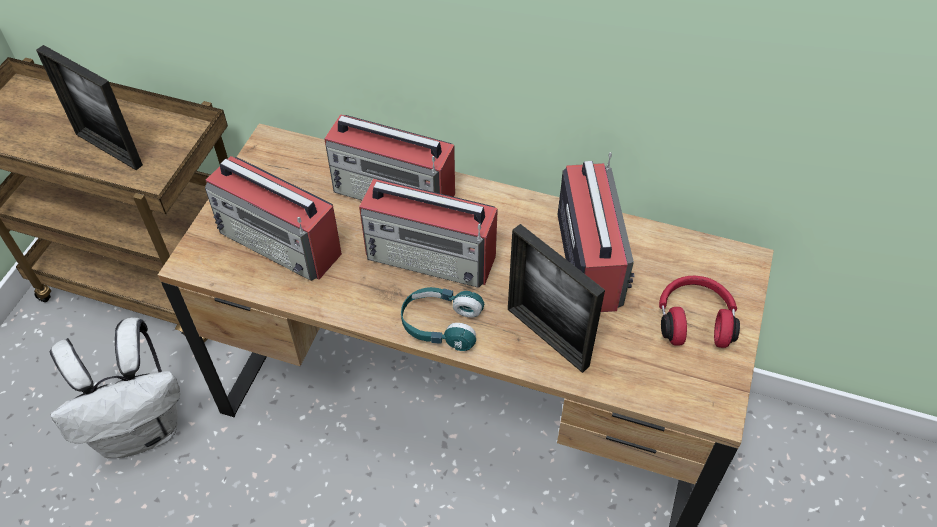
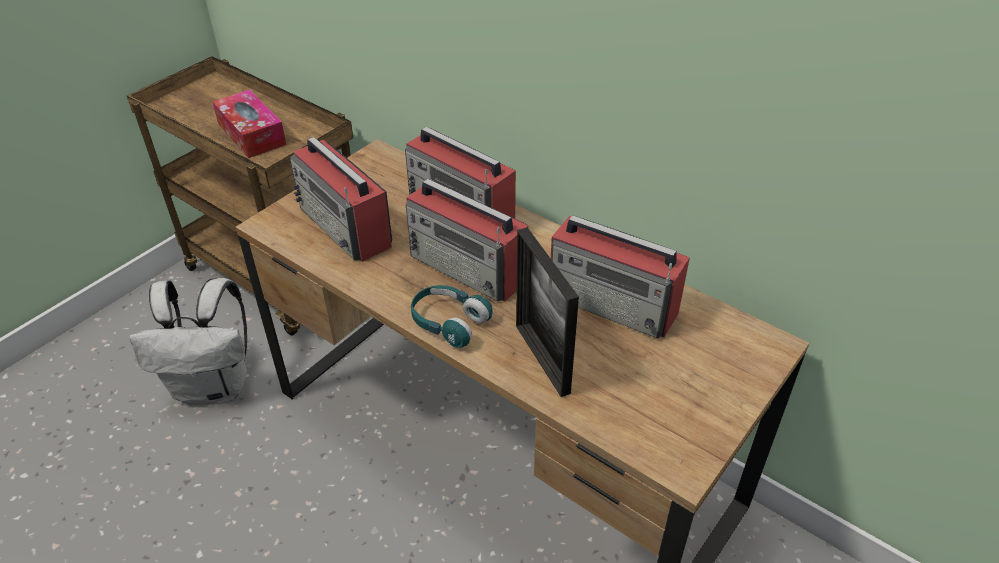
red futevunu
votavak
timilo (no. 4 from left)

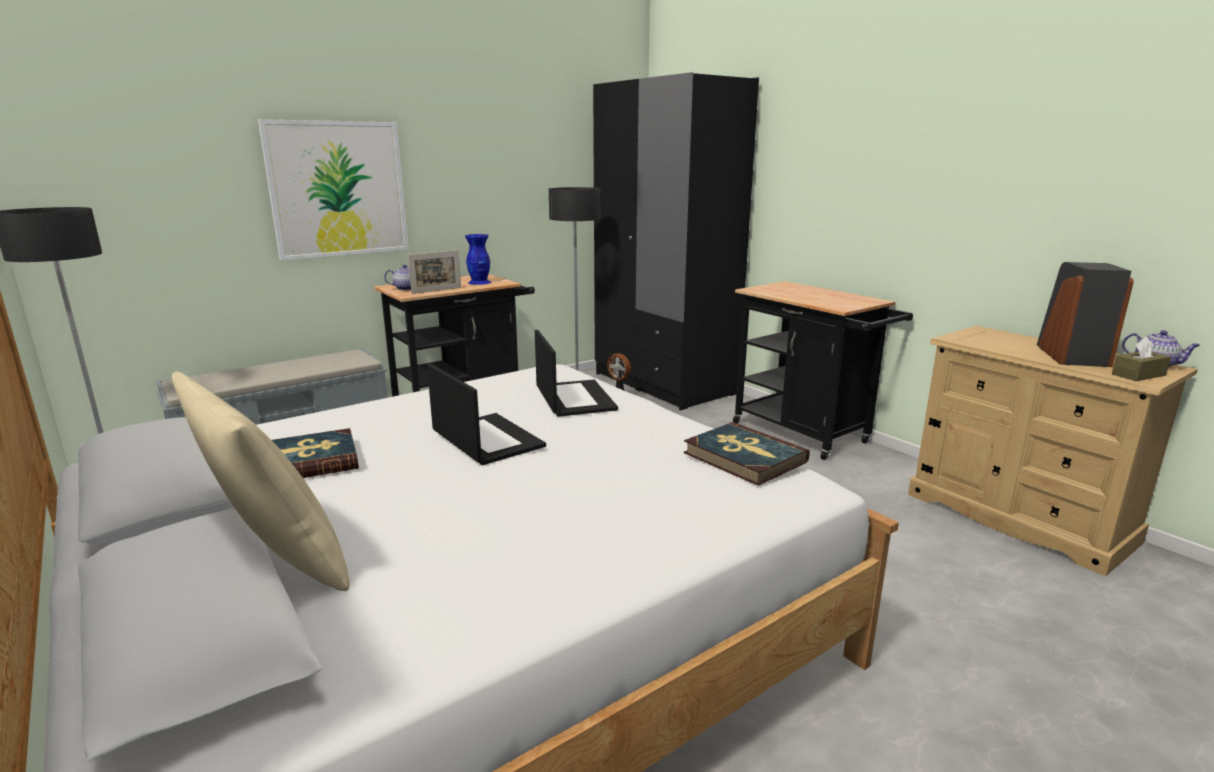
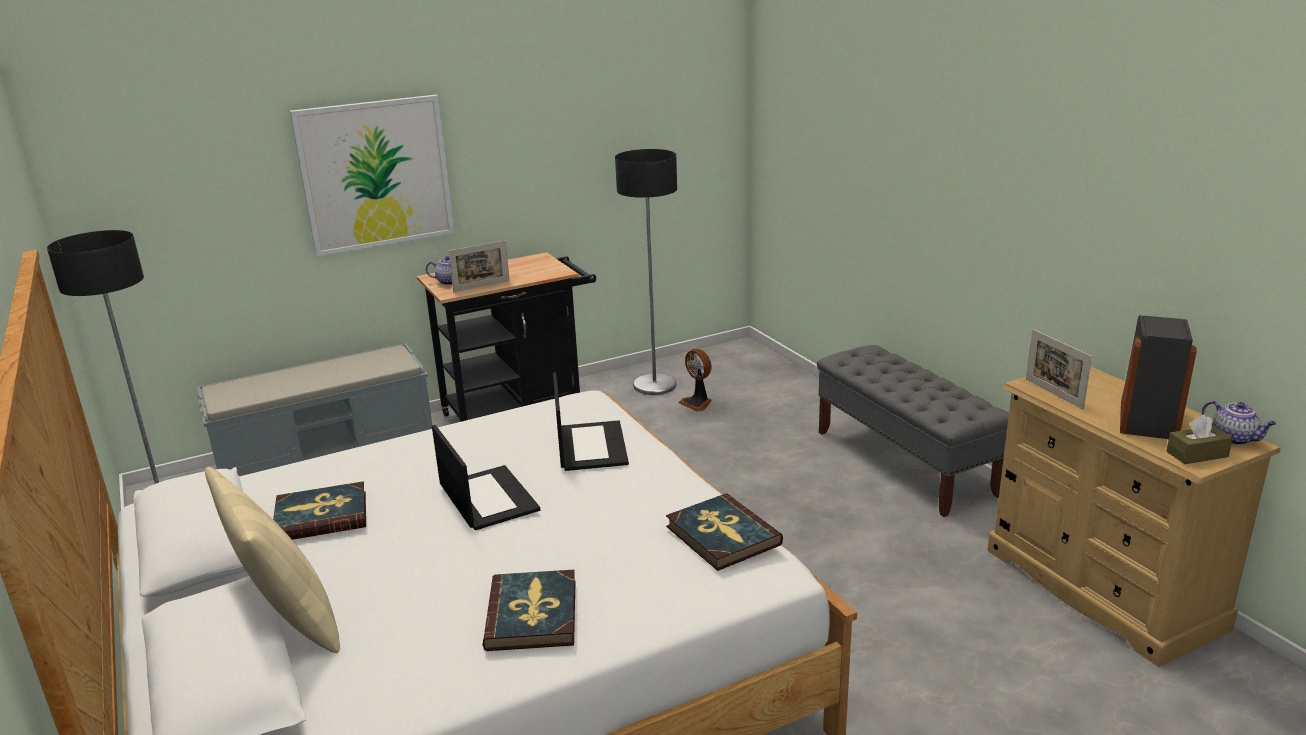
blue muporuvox
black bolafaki
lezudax (no. 2 from left)
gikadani (no. 2 from left)
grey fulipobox (no. 2 from left)

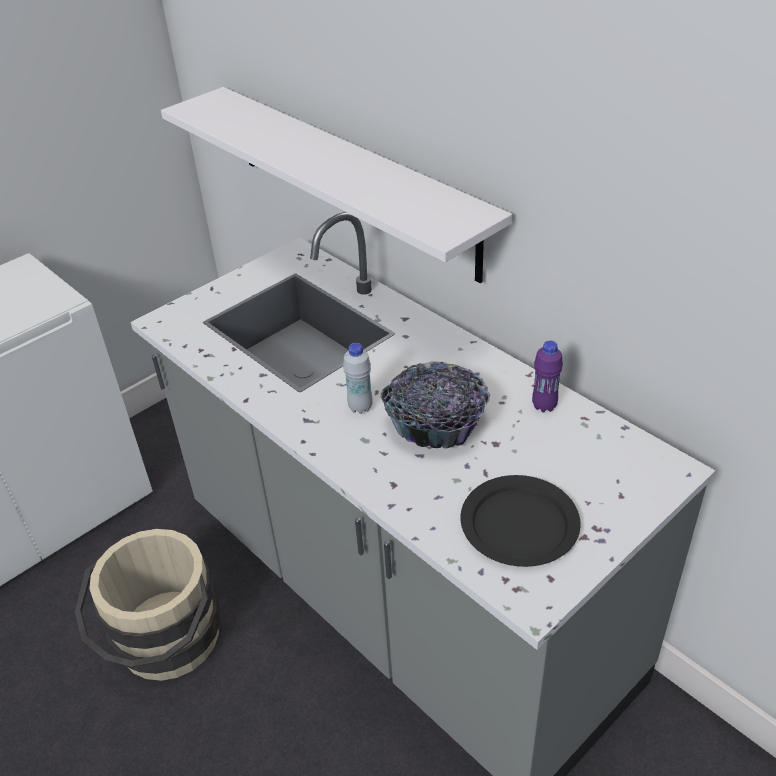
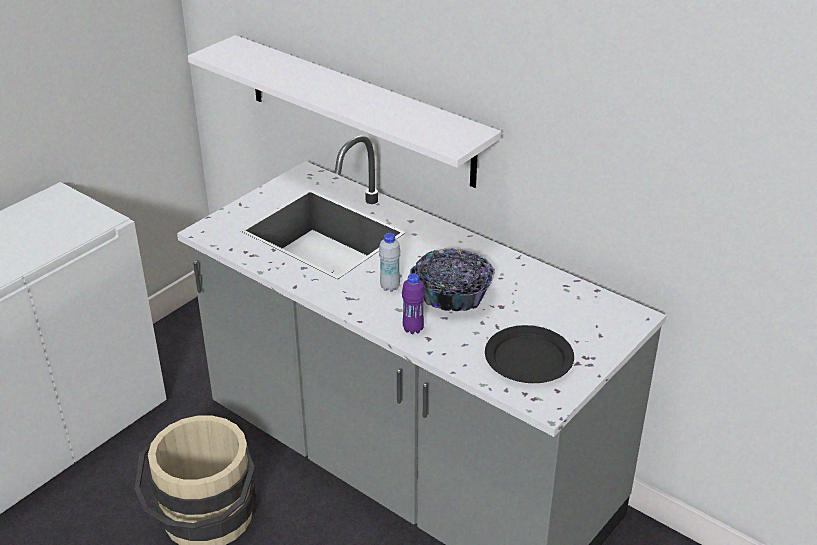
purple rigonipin

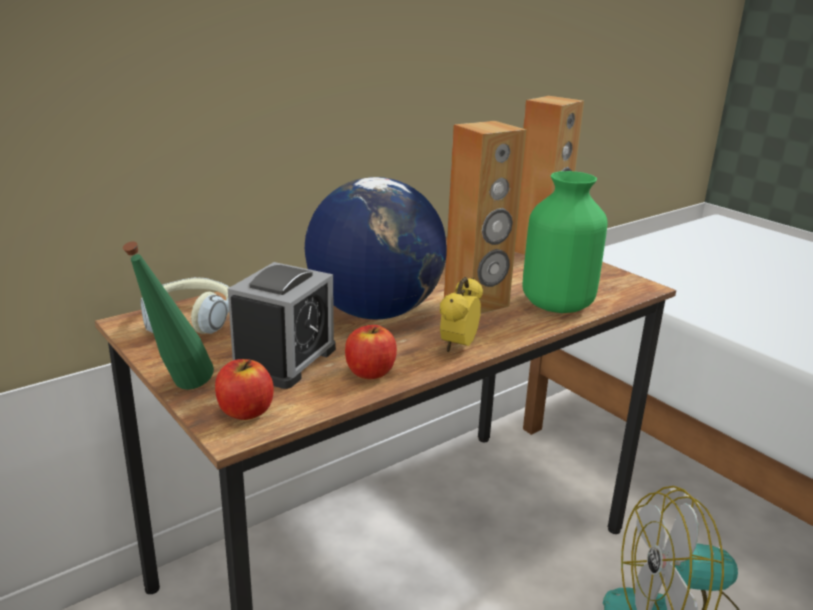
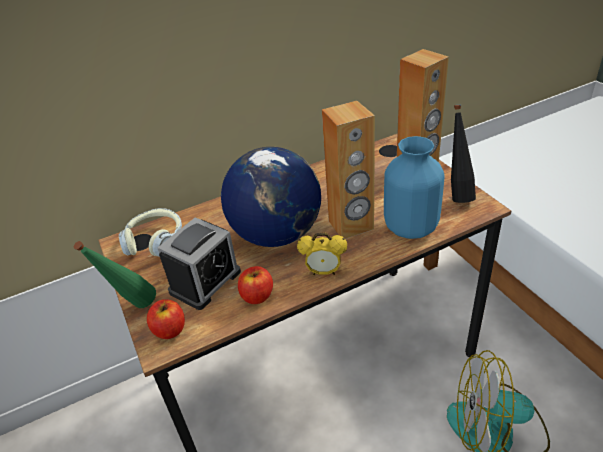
black rigonipin
blue muporuvox
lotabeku (no. 2 from left)

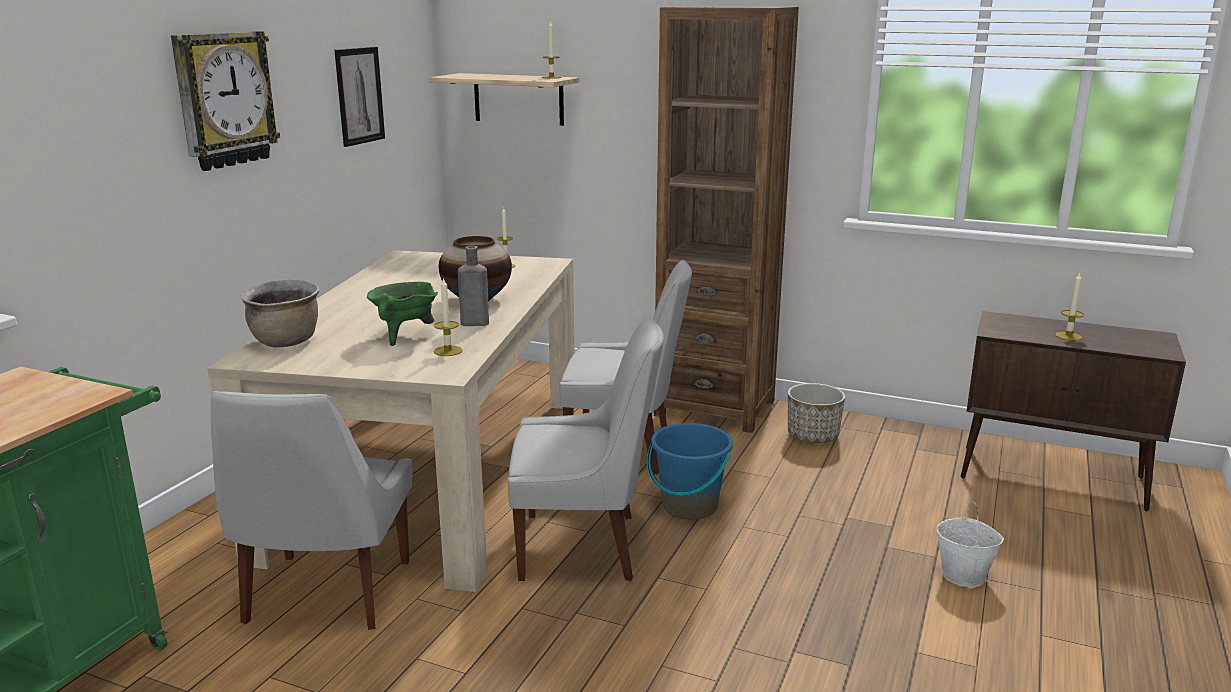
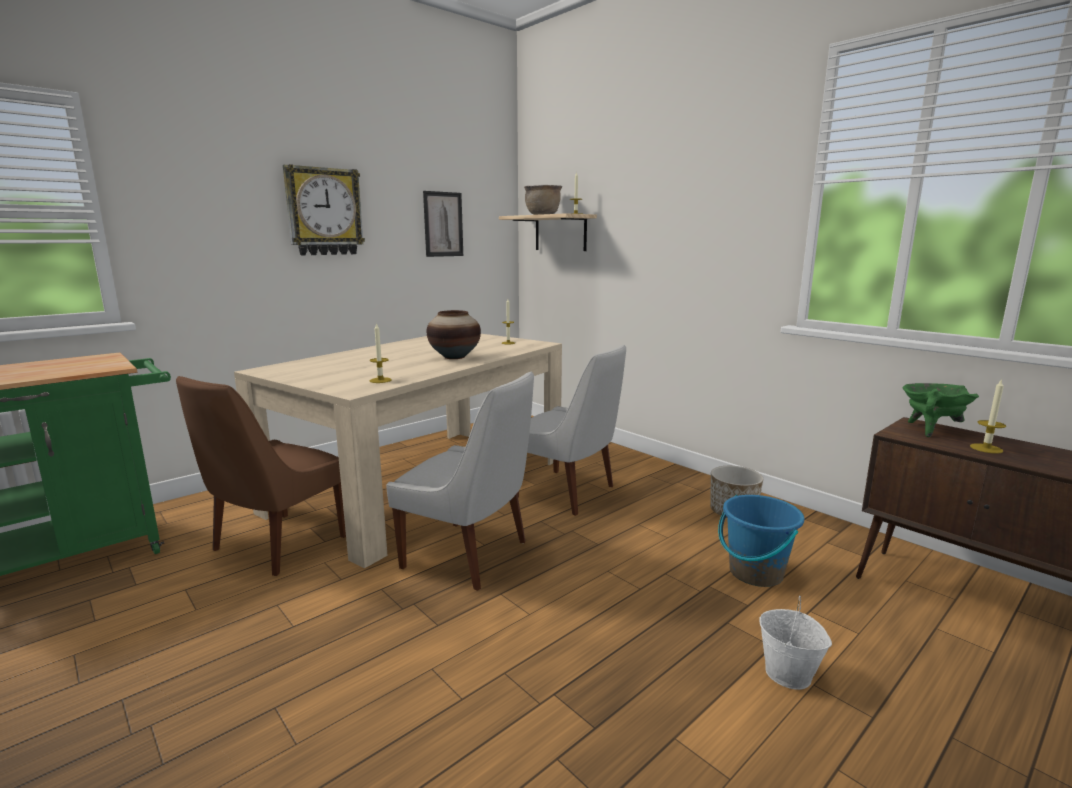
grey rigonipin
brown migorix
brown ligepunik
green ligepunik
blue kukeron
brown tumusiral

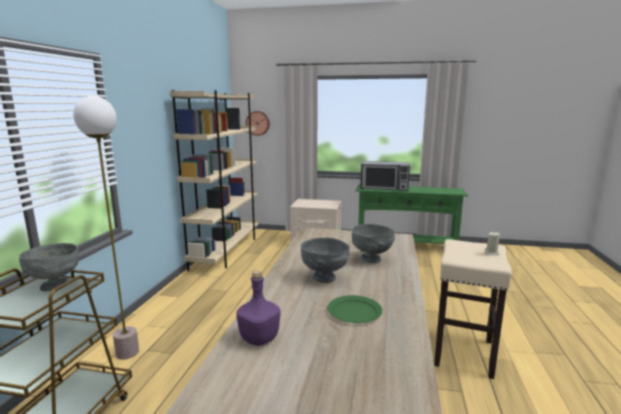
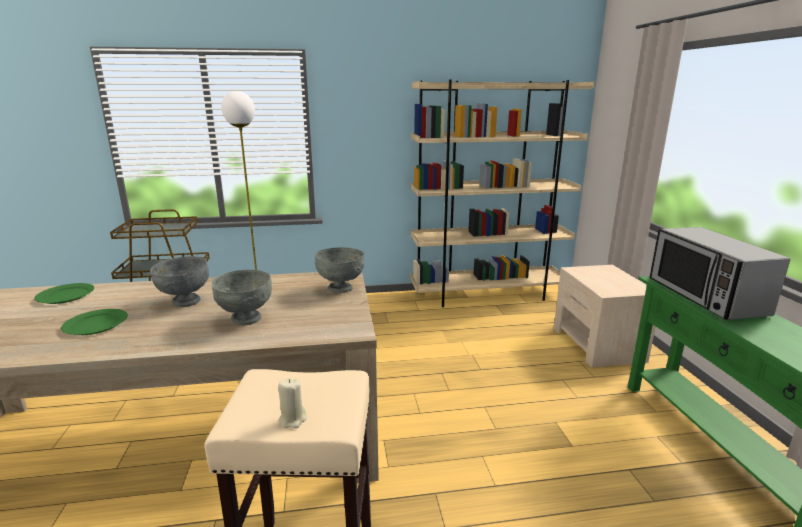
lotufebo
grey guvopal (no. 3 from left)
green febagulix (no. 1 from left)

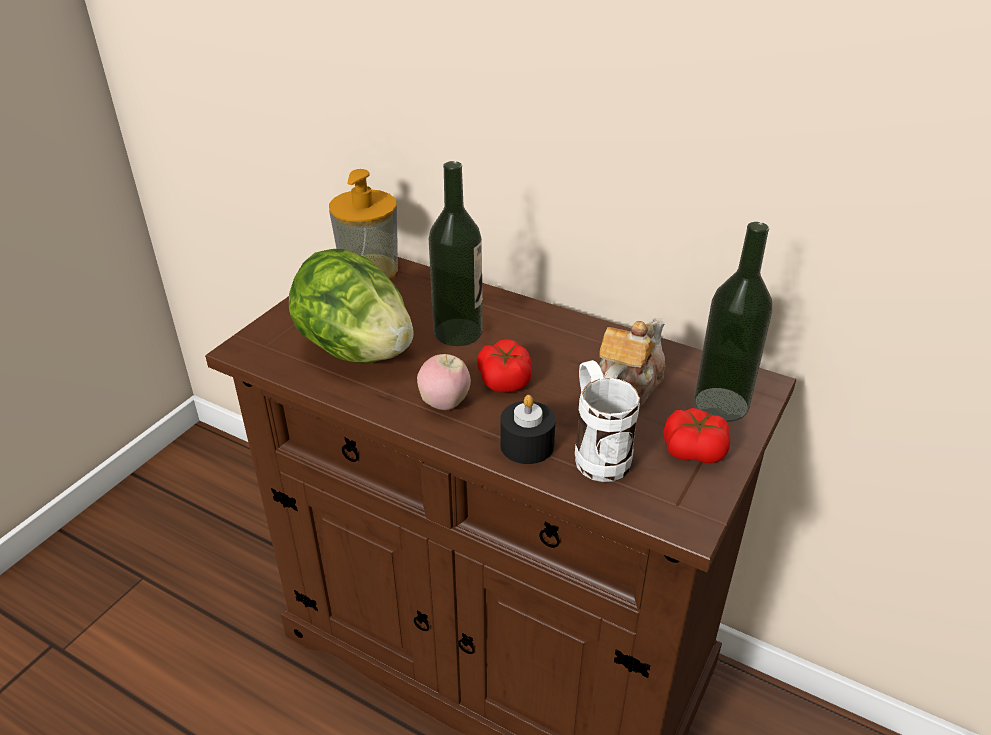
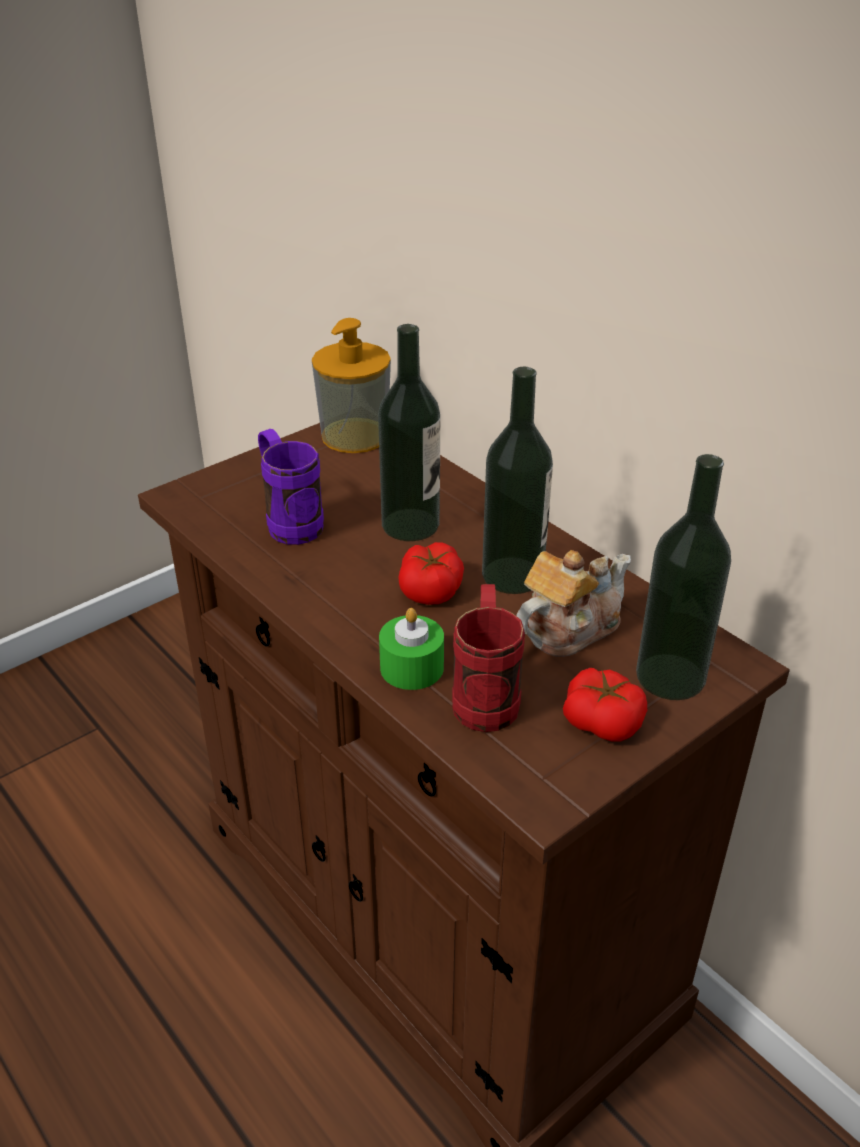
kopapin
rigonipin (no. 2 from left)
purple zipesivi
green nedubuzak
red zipesivi

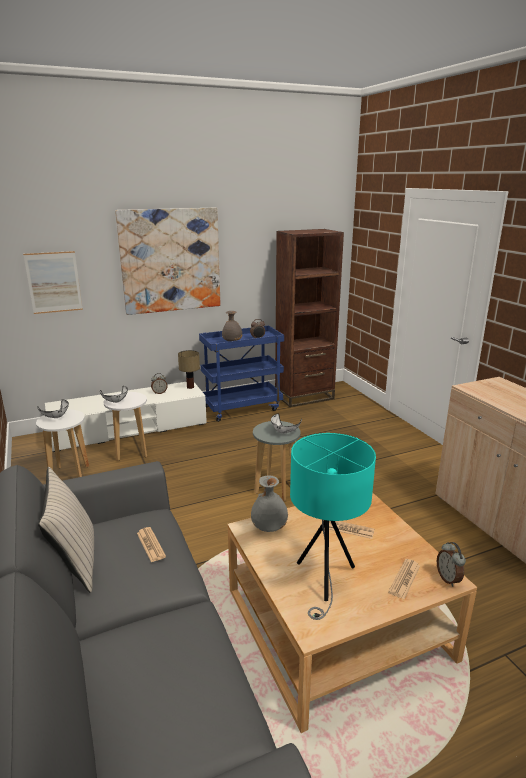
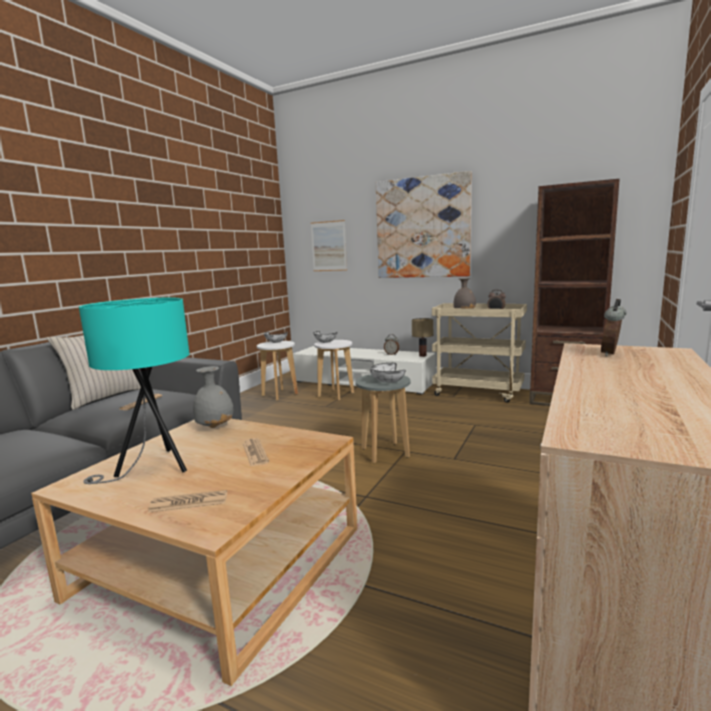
lotabeku (no. 3 from left)
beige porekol

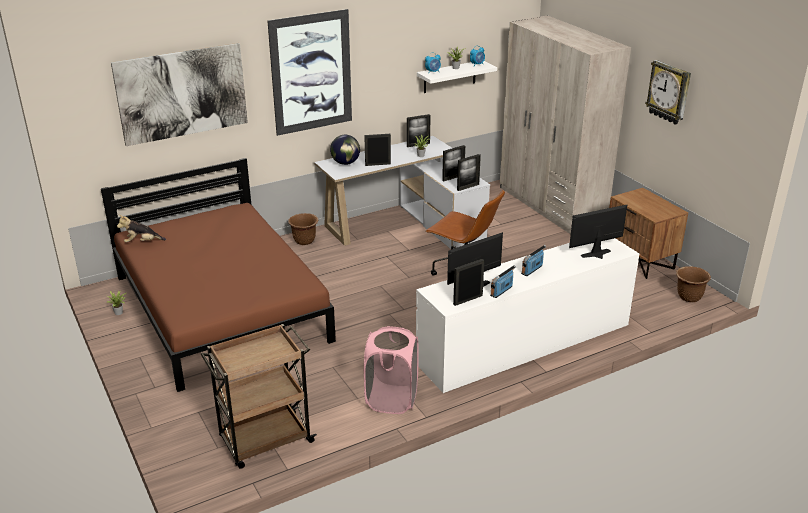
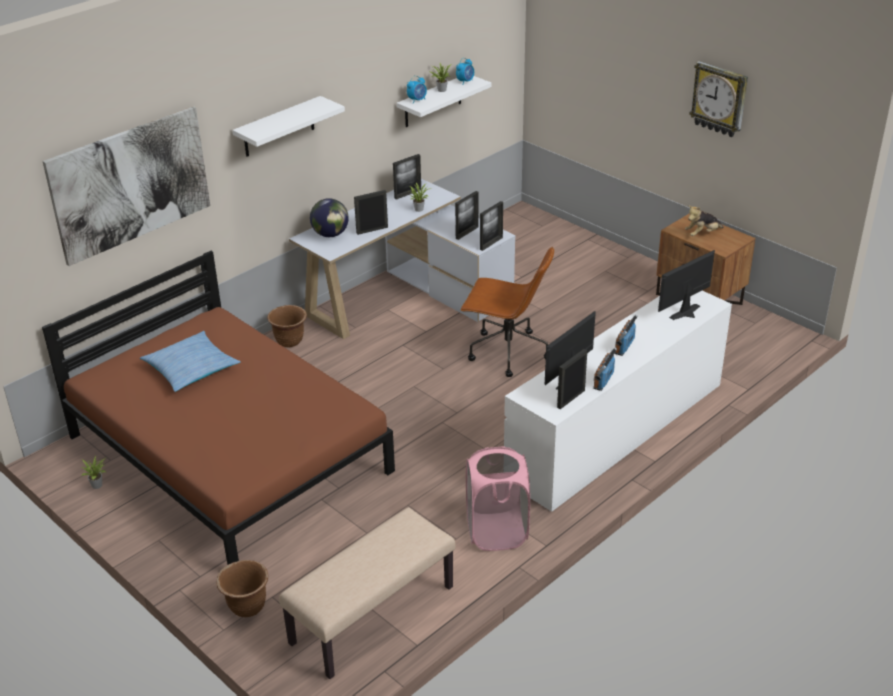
beige bolafaki
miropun
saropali
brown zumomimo (no. 1 from left)
beige fulipobox
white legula (no. 1 from left)

